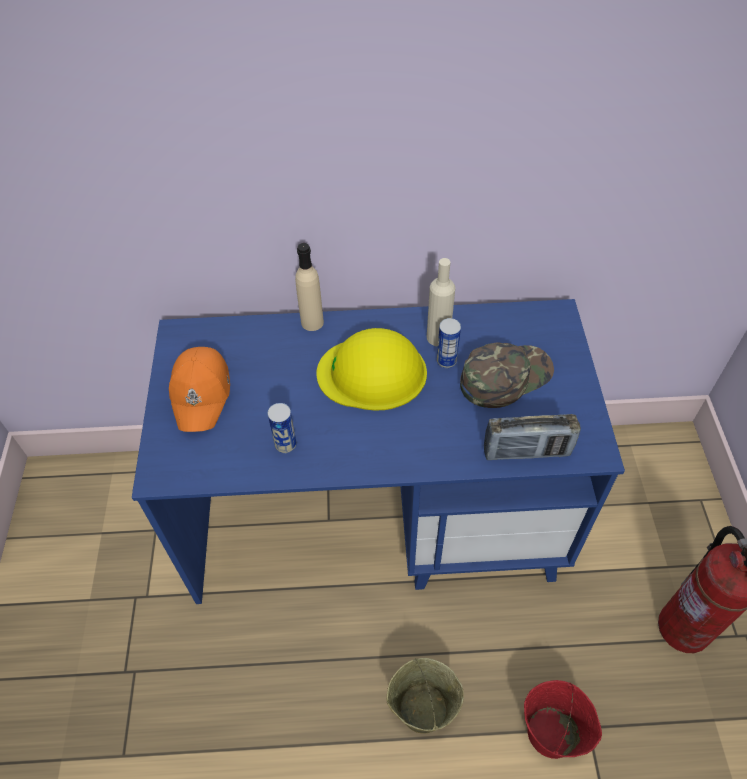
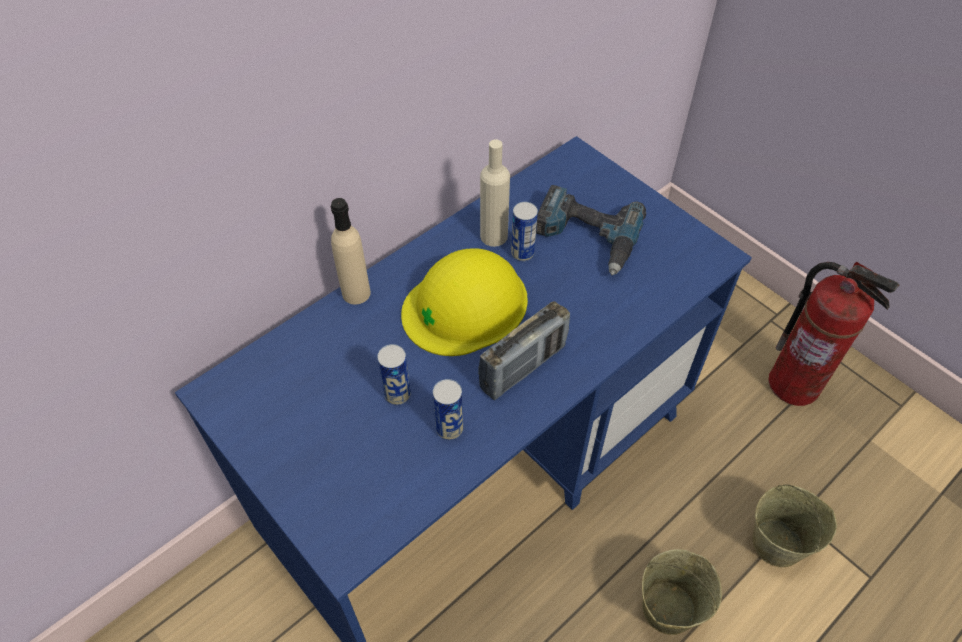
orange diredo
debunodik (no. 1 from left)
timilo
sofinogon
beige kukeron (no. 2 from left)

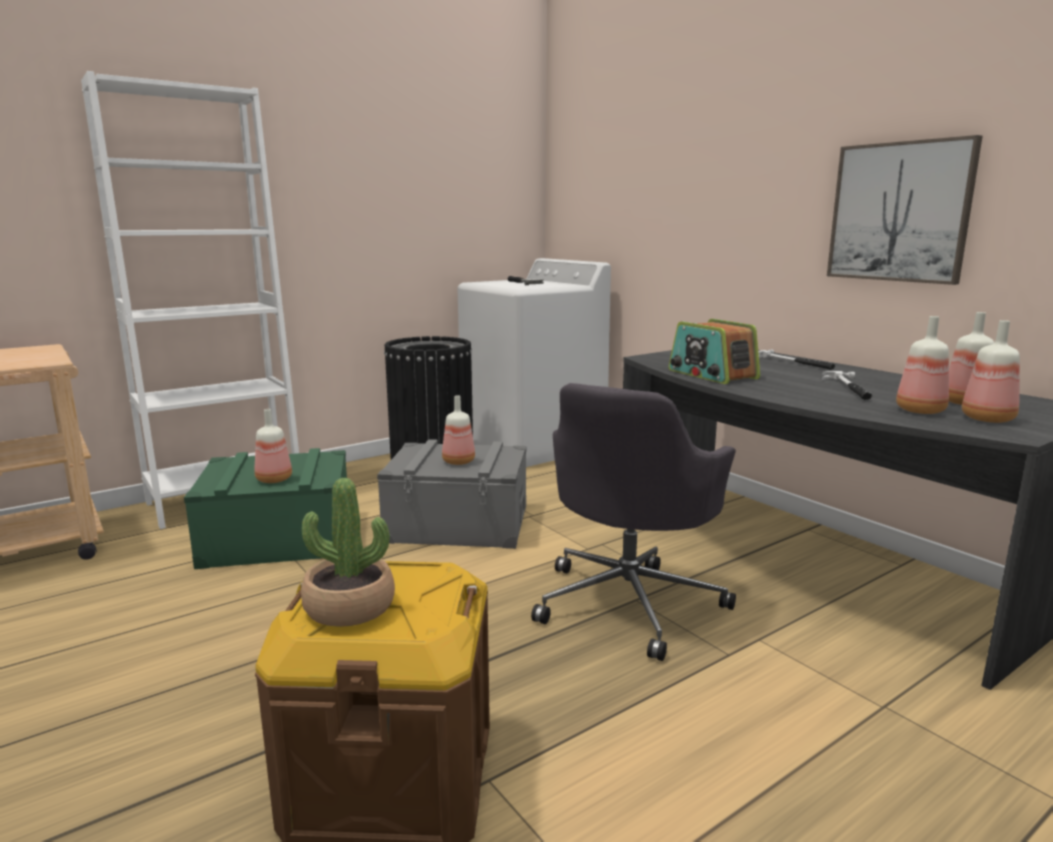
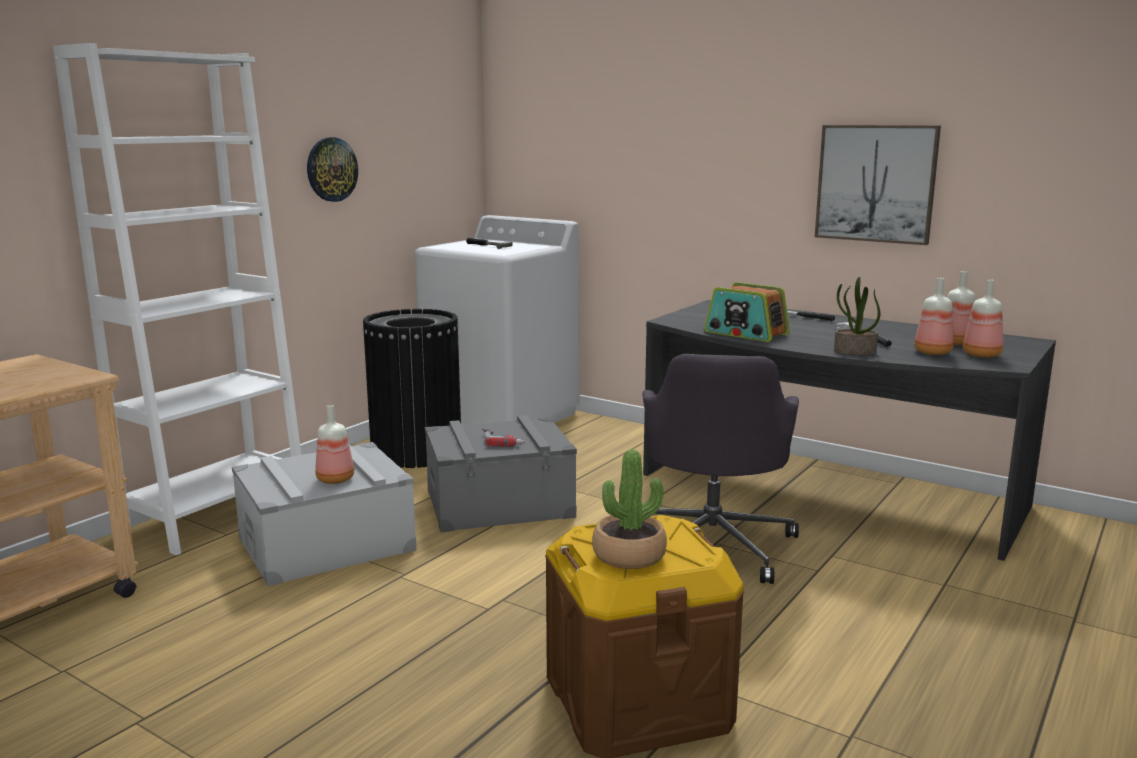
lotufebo
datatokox (no. 2 from left)
sofinogon
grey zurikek (no. 1 from left)

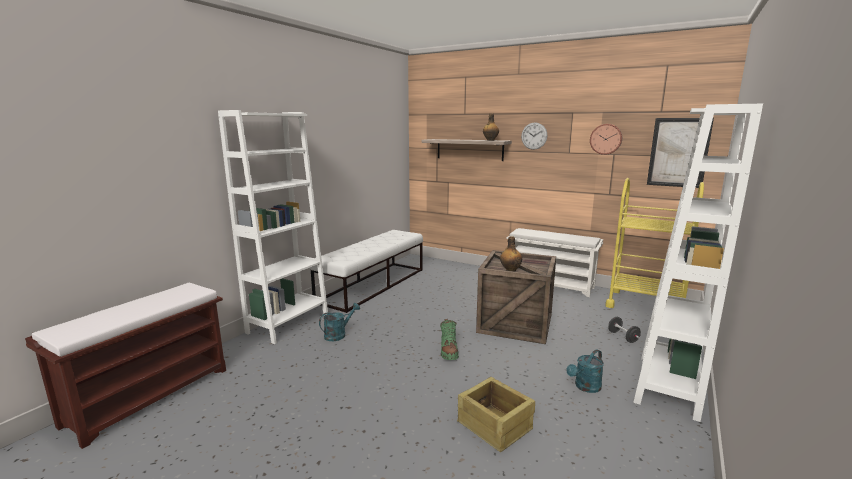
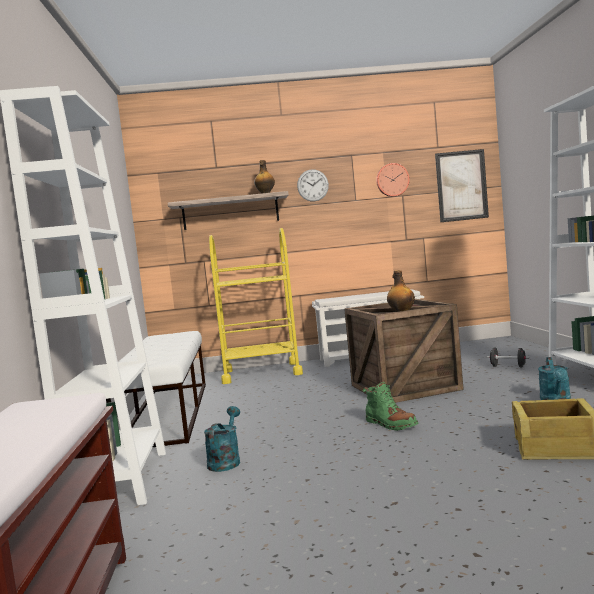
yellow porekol

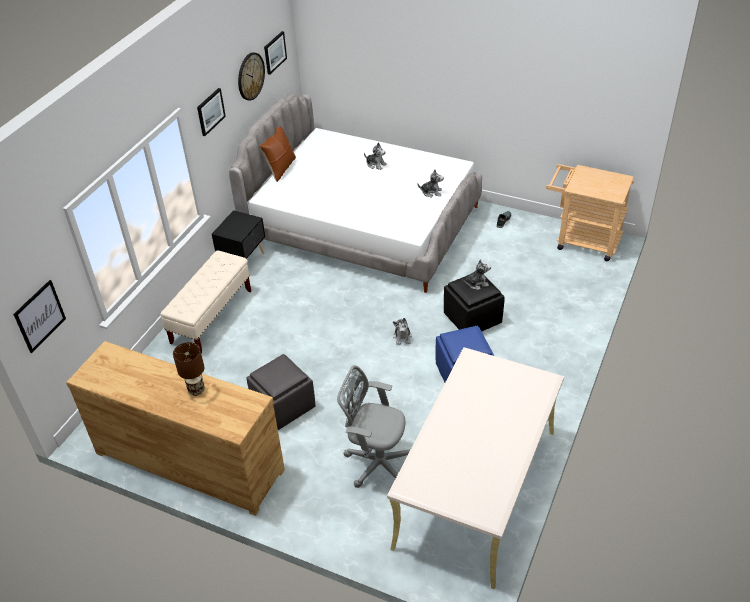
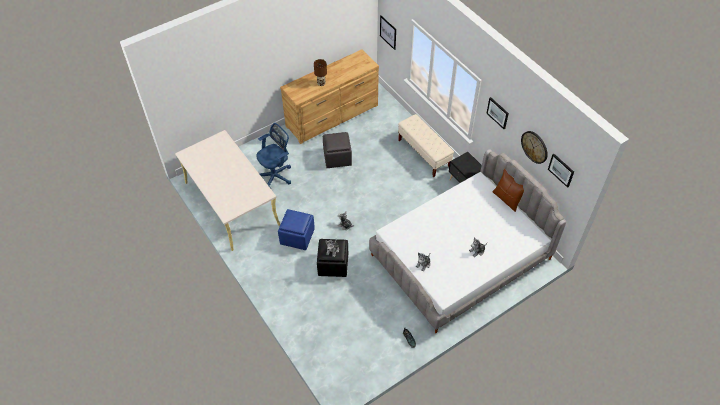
beige porekol
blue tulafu

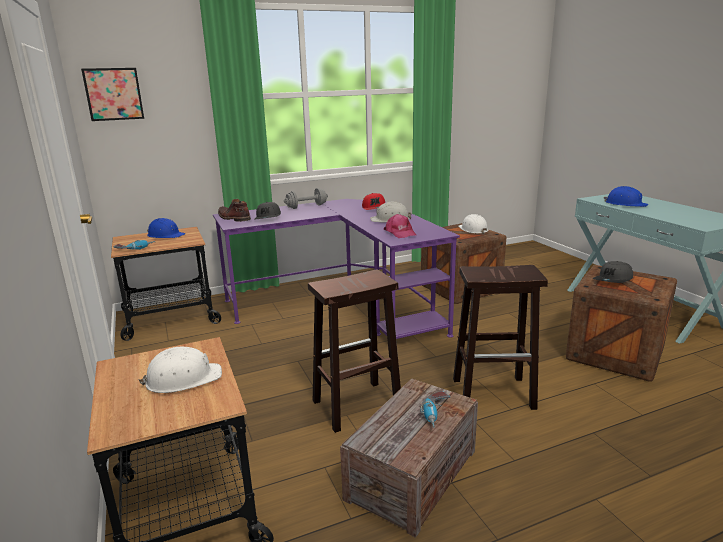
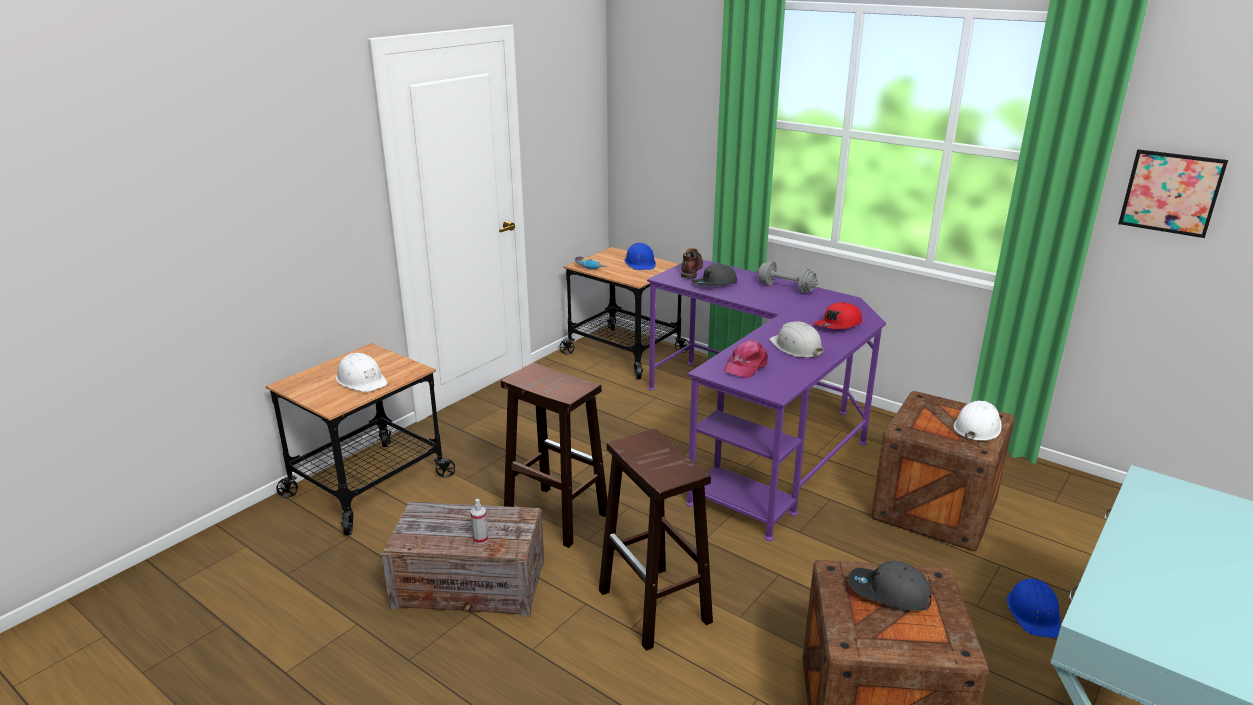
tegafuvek
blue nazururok (no. 2 from left)
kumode

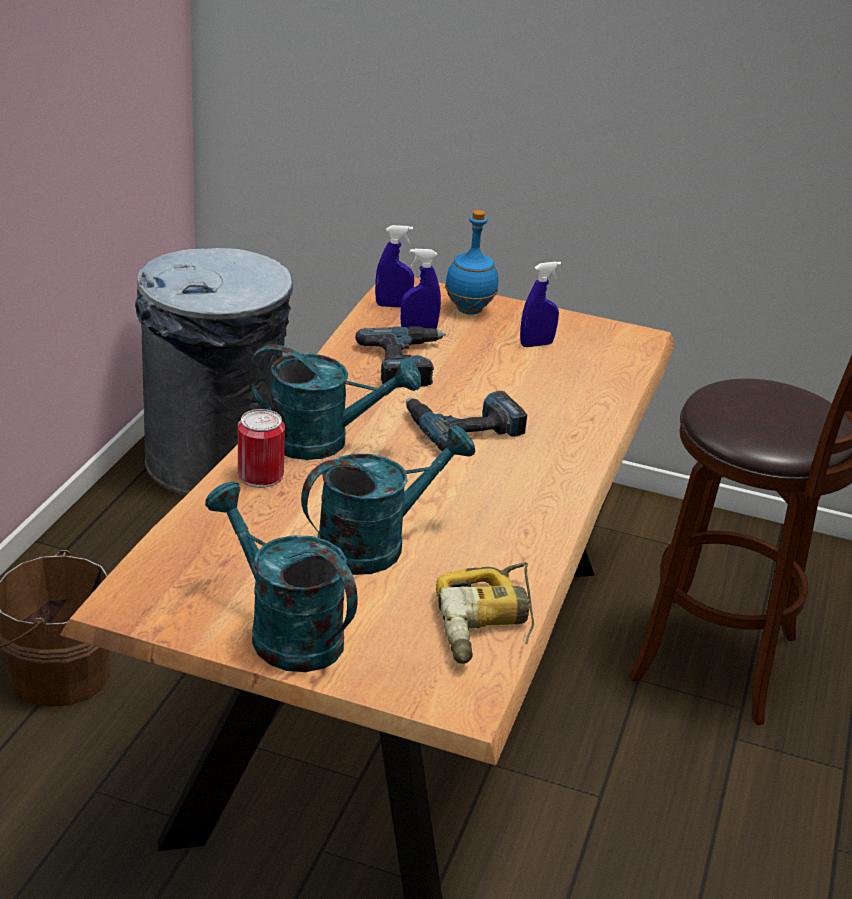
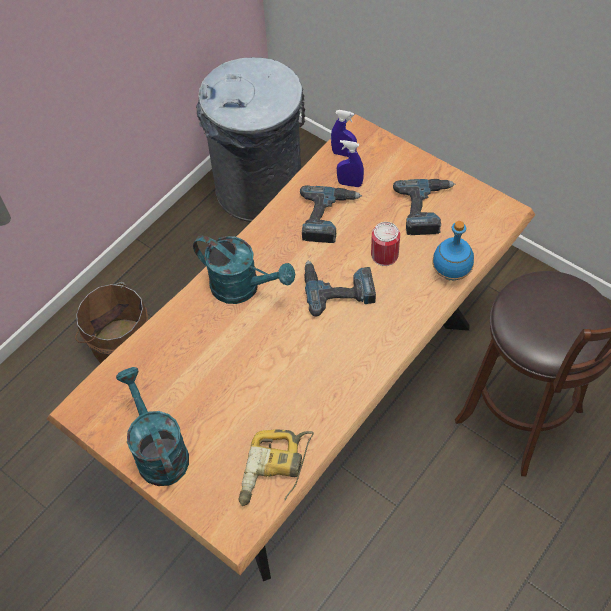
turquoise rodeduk (no. 3 from left in the first image)
debunodik
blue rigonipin
sofinogon (no. 4 from left)

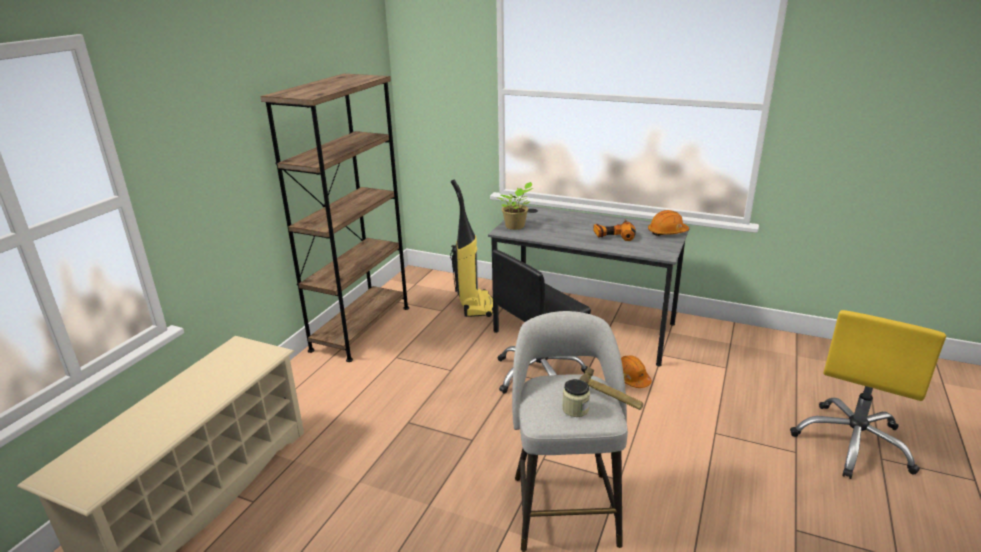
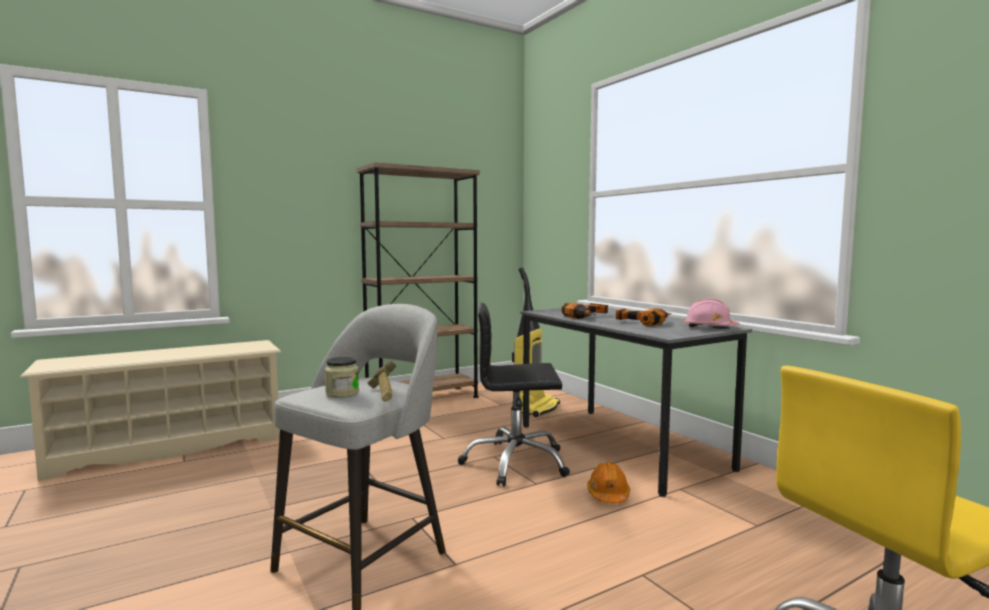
datatokox
sofinogon (no. 1 from left)
pink nazururok

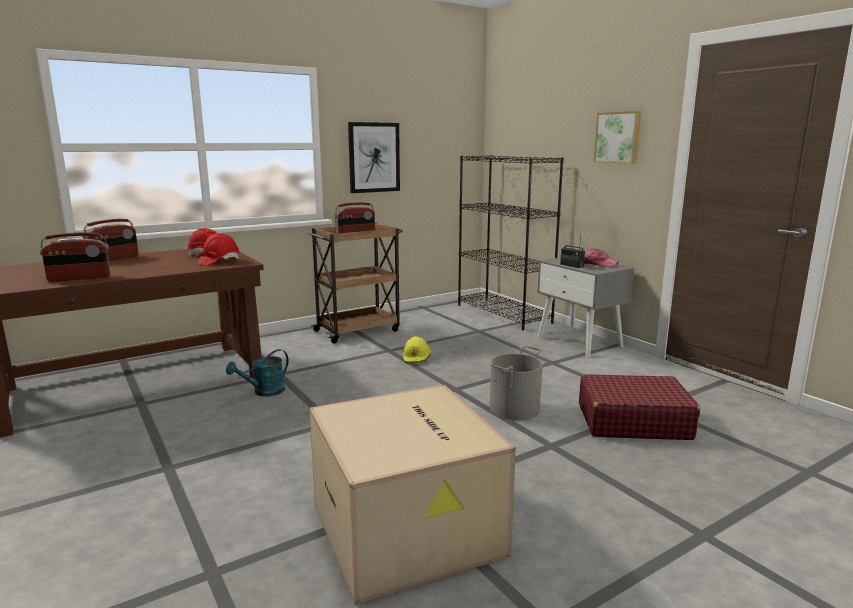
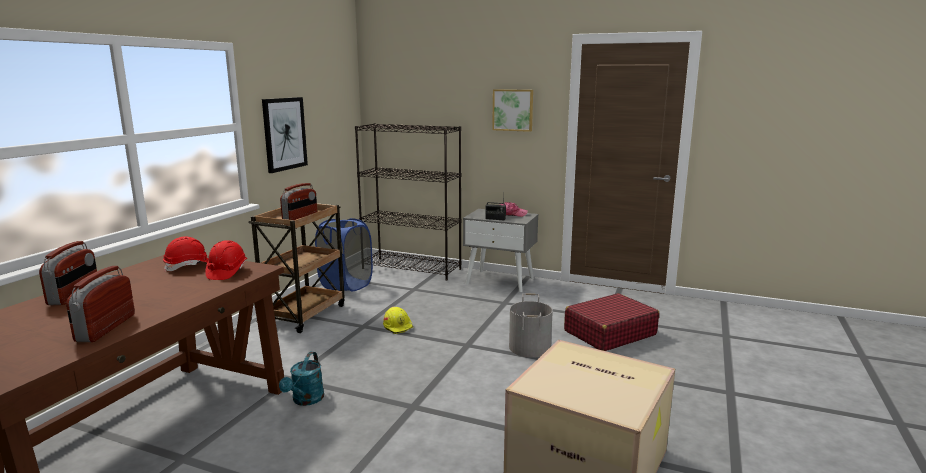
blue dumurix
timilo (no. 2 from left)

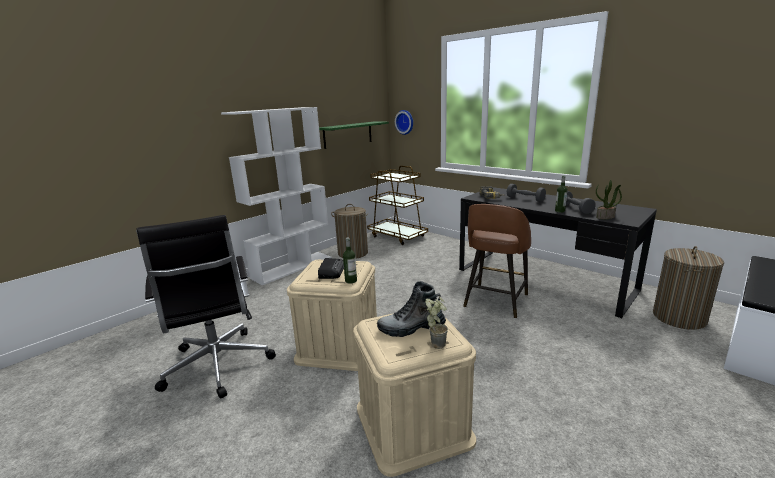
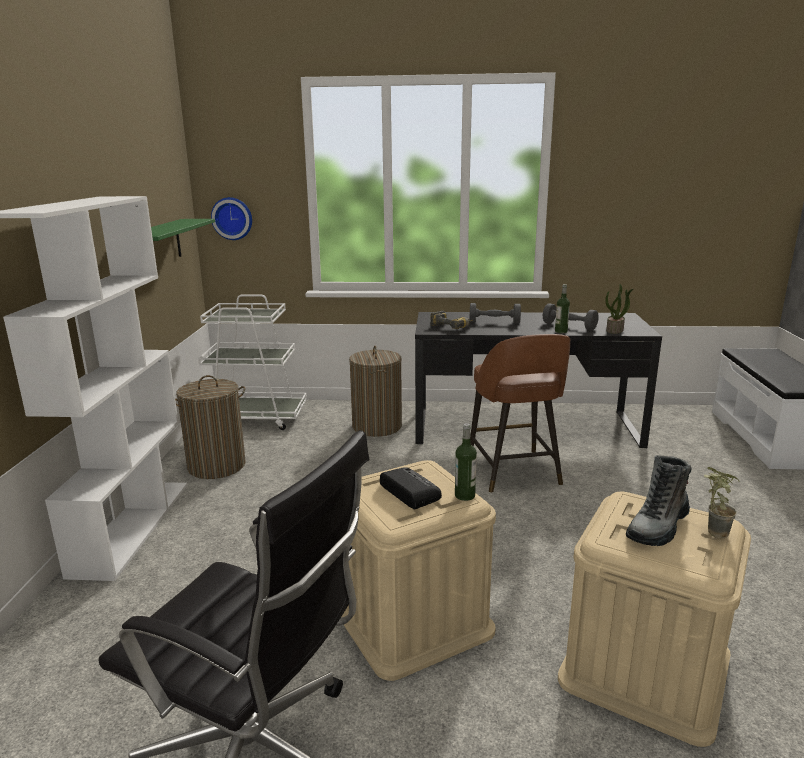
dumurix (no. 2 from left)
white porekol

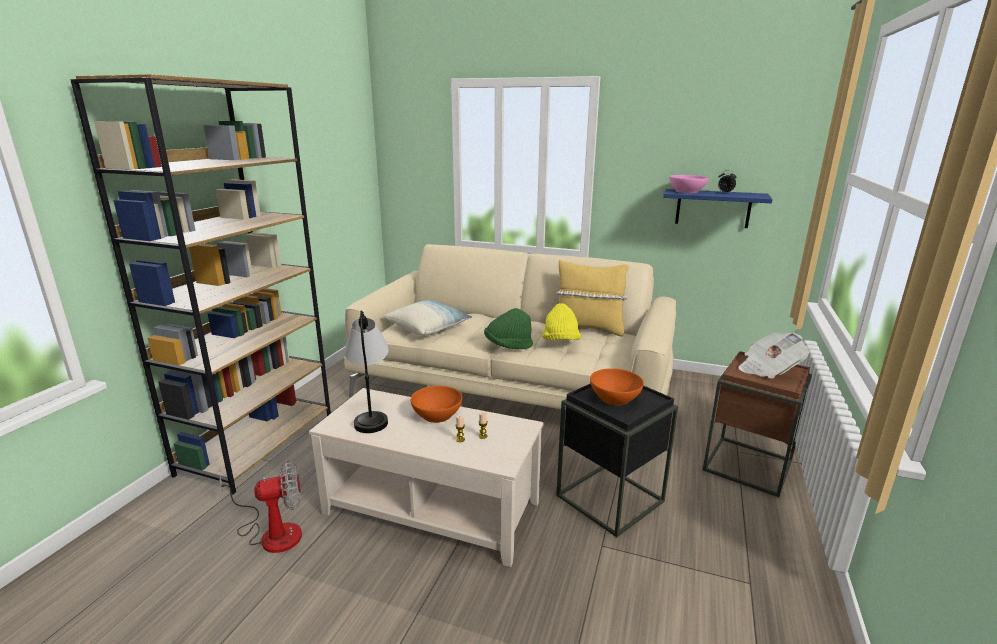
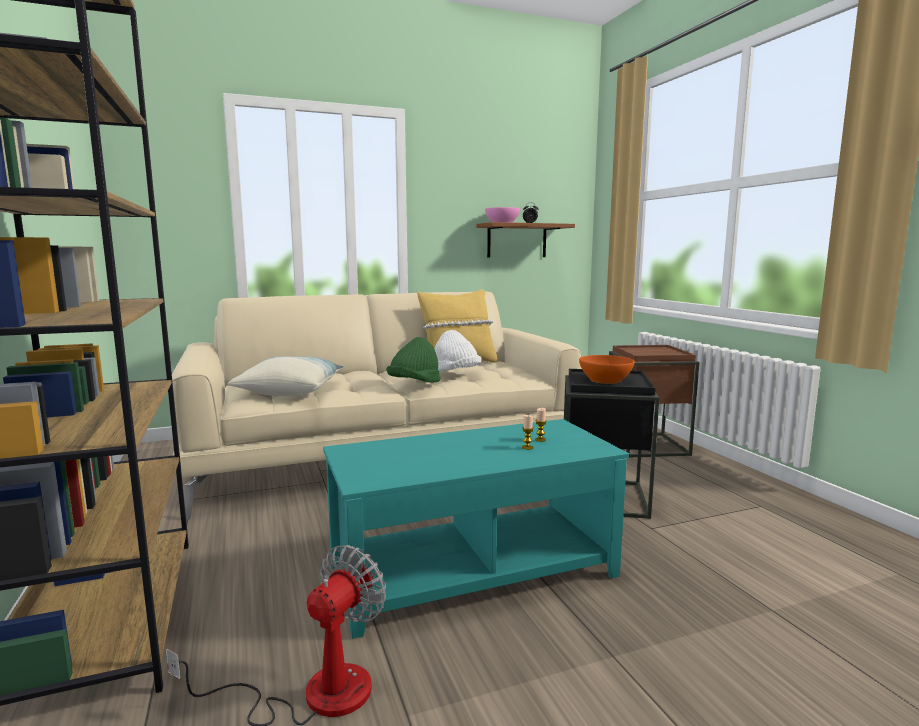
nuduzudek
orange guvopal (no. 1 from left in the first image)
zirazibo
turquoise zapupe
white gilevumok
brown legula

